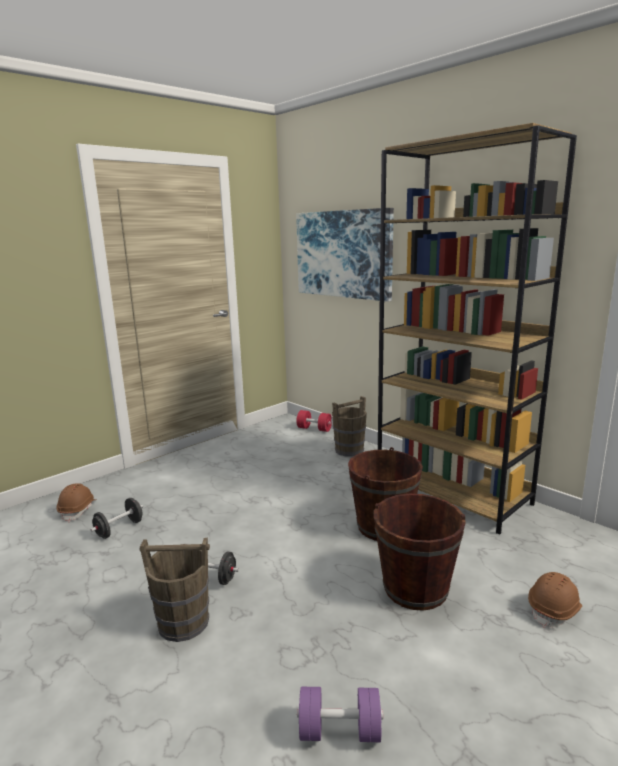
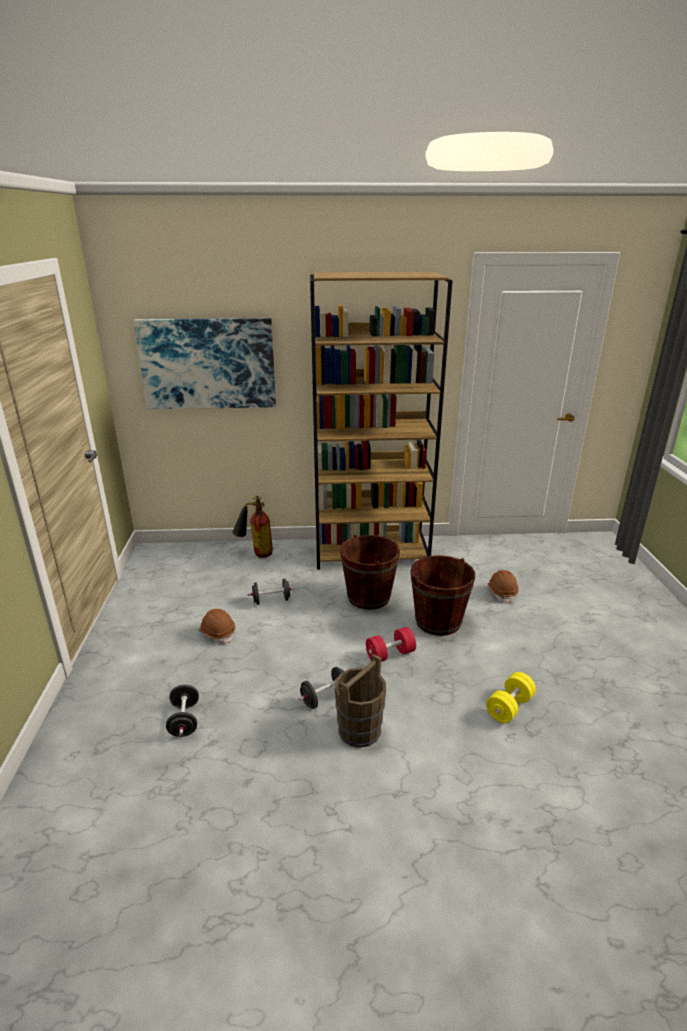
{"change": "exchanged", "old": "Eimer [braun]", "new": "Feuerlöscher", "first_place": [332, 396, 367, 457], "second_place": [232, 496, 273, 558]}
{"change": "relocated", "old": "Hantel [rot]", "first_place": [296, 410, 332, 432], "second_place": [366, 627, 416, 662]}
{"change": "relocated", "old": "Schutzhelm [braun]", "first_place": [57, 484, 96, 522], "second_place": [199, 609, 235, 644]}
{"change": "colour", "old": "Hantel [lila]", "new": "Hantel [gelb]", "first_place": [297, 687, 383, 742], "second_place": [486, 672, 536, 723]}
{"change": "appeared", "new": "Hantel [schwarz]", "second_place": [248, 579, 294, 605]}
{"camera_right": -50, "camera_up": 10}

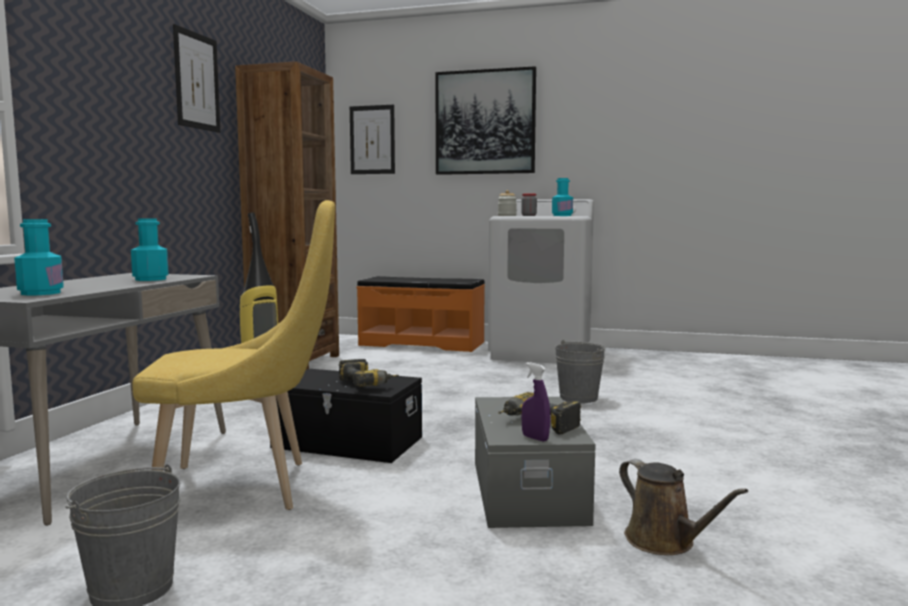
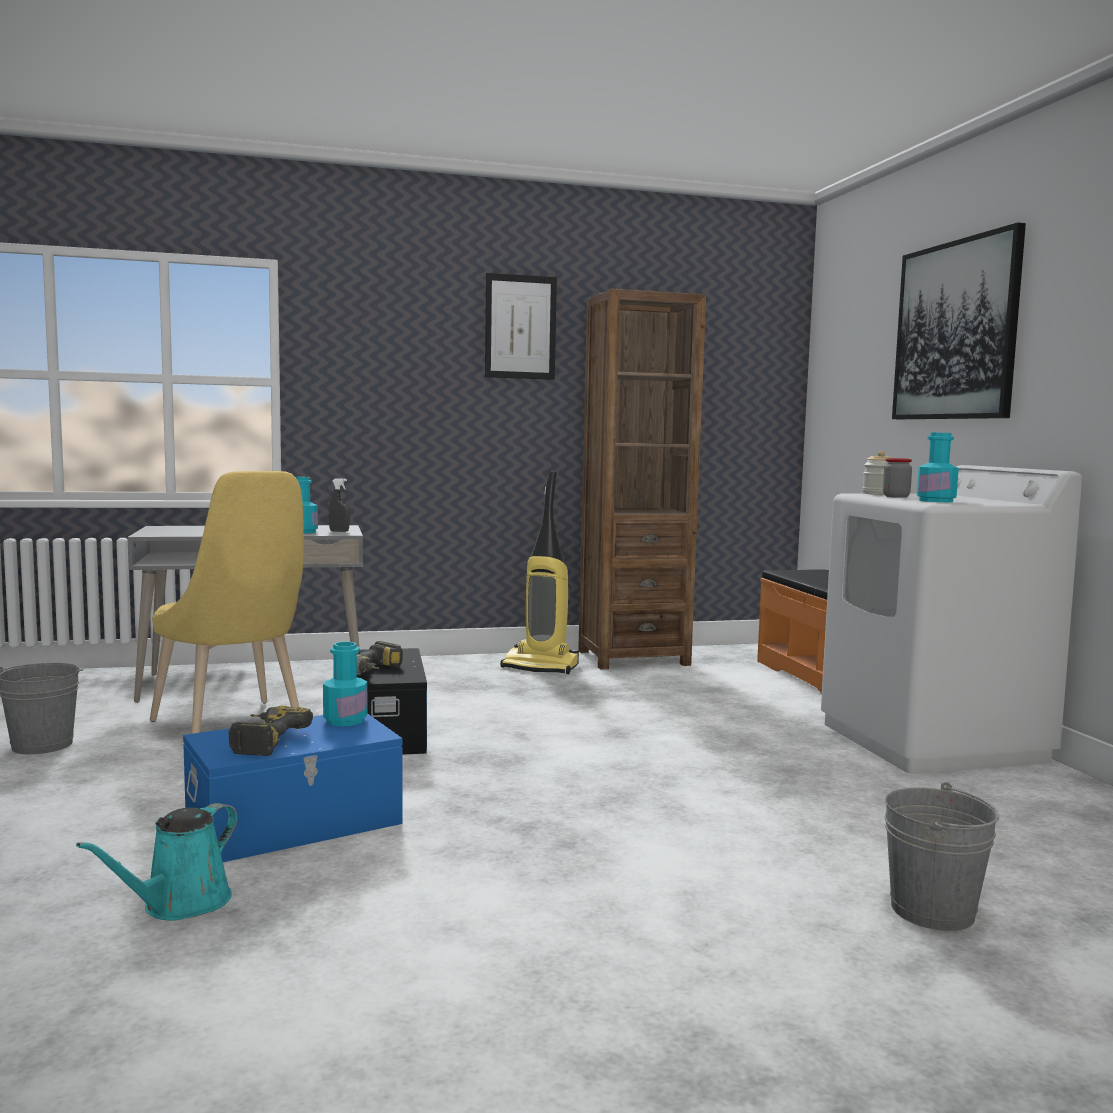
{"change": "missing", "old": "Bild", "first_place": [350, 105, 395, 174]}
{"change": "relocated", "old": "Flasche [türkis]", "first_place": [14, 219, 64, 296], "second_place": [323, 642, 367, 726]}
{"change": "relocated", "old": "Eimer [grau]", "first_place": [555, 340, 606, 403], "second_place": [885, 782, 999, 931]}
{"change": "missing", "old": "Sprühflasche [lila]", "first_place": [521, 362, 550, 441]}
{"change": "colour", "old": "Aufbewahrungsbox [grau]", "new": "Aufbewahrungsbox [blau]", "first_place": [475, 397, 596, 528], "second_place": [183, 713, 402, 862]}
{"change": "colour", "old": "Gießkanne [braun]", "new": "Gießkanne [türkis]", "first_place": [619, 459, 748, 555], "second_place": [76, 803, 238, 921]}
{"change": "appeared", "new": "Sprühflasche [grau]", "second_place": [329, 478, 350, 532]}
{"camera_right": 60, "camera_up": 0}

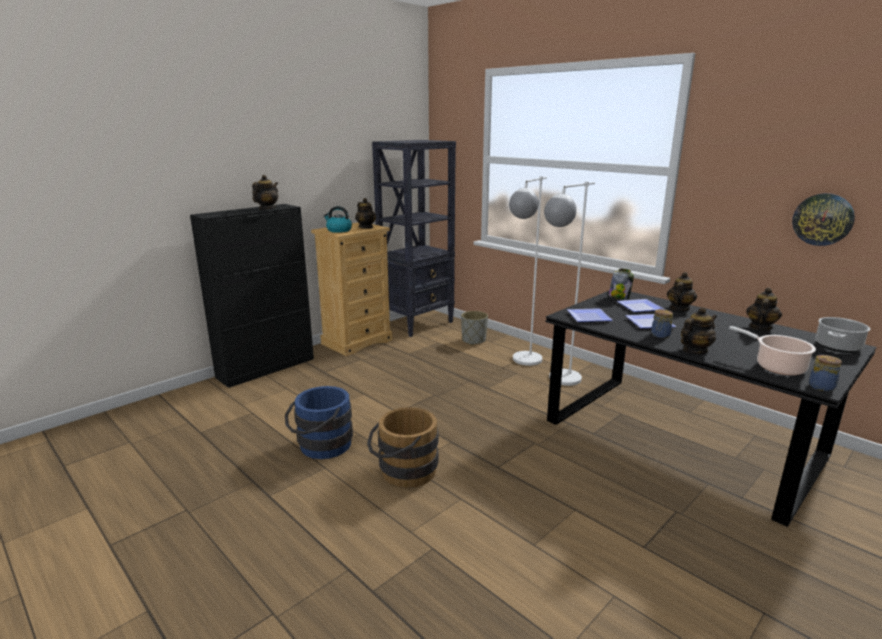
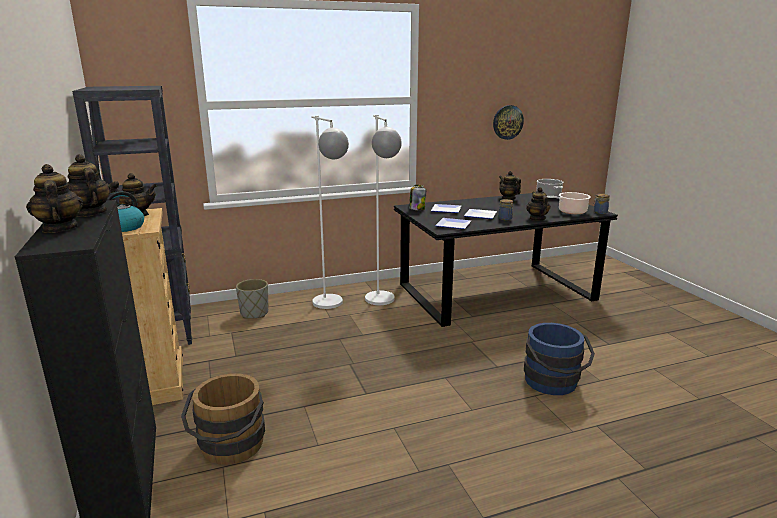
{"change": "relocated", "old": "Teekanne", "first_place": [667, 272, 697, 311], "second_place": [26, 164, 83, 233]}
{"change": "relocated", "old": "Eimer [blau]", "first_place": [285, 386, 353, 459], "second_place": [524, 323, 595, 395]}
{"change": "relocated", "old": "Eimer [braun]", "first_place": [367, 407, 439, 488], "second_place": [181, 374, 265, 465]}
{"camera_right": -65, "camera_up": 0}

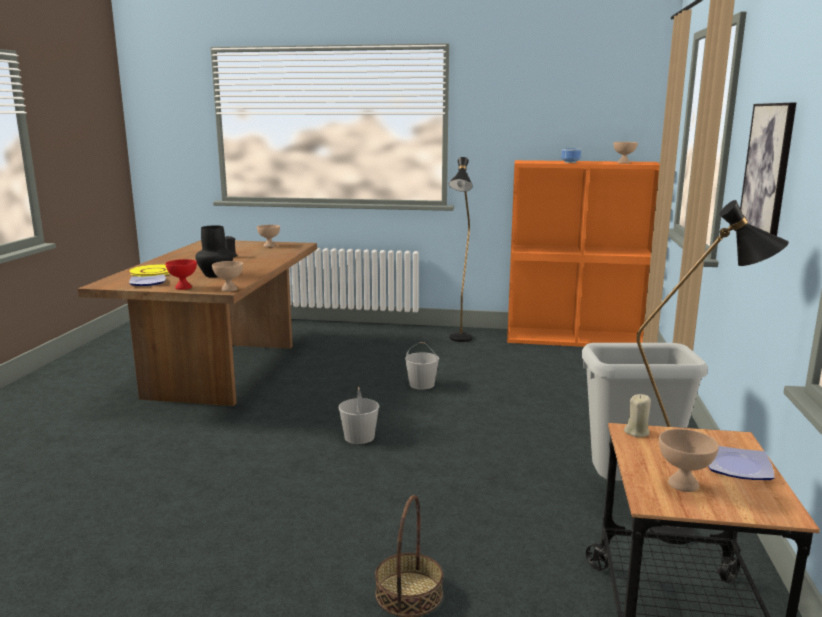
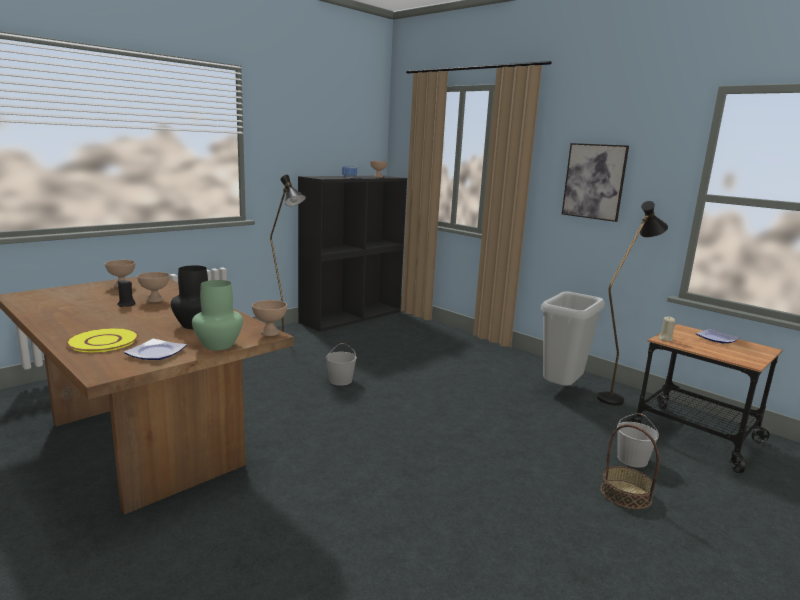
{"change": "colour", "old": "Bücherregal [orange]", "new": "Bücherregal [schwarz]", "first_place": [507, 160, 660, 347], "second_place": [298, 176, 407, 332]}
{"change": "exchanged", "old": "Schüssel [rot]", "new": "Vase [grün]", "first_place": [165, 259, 197, 290], "second_place": [192, 280, 243, 350]}
{"change": "relocated", "old": "Eimer [weiß]", "first_place": [338, 387, 379, 444], "second_place": [617, 413, 659, 468]}
{"change": "relocated", "old": "Schüssel [beige]", "first_place": [659, 429, 719, 492], "second_place": [137, 272, 170, 302]}
{"camera_right": -55, "camera_up": 0}

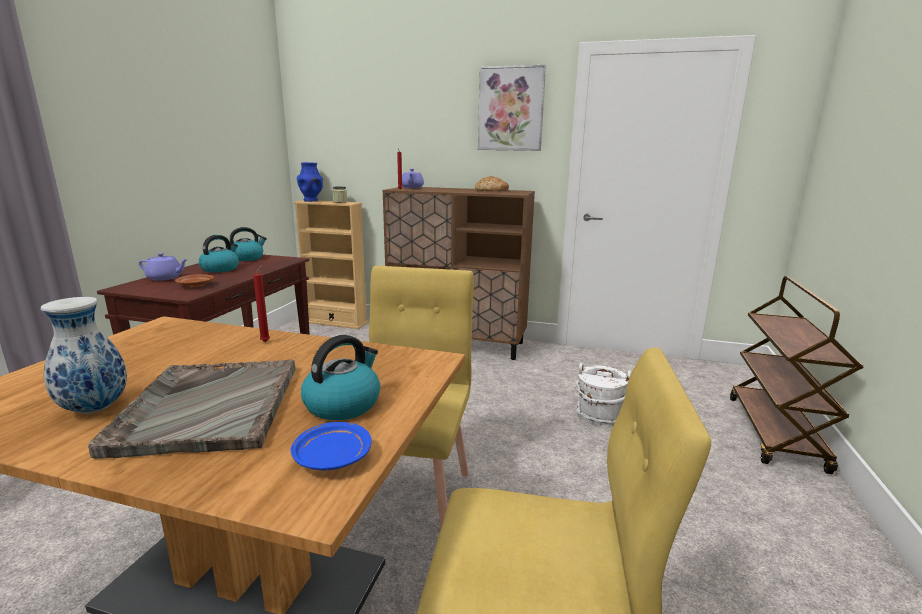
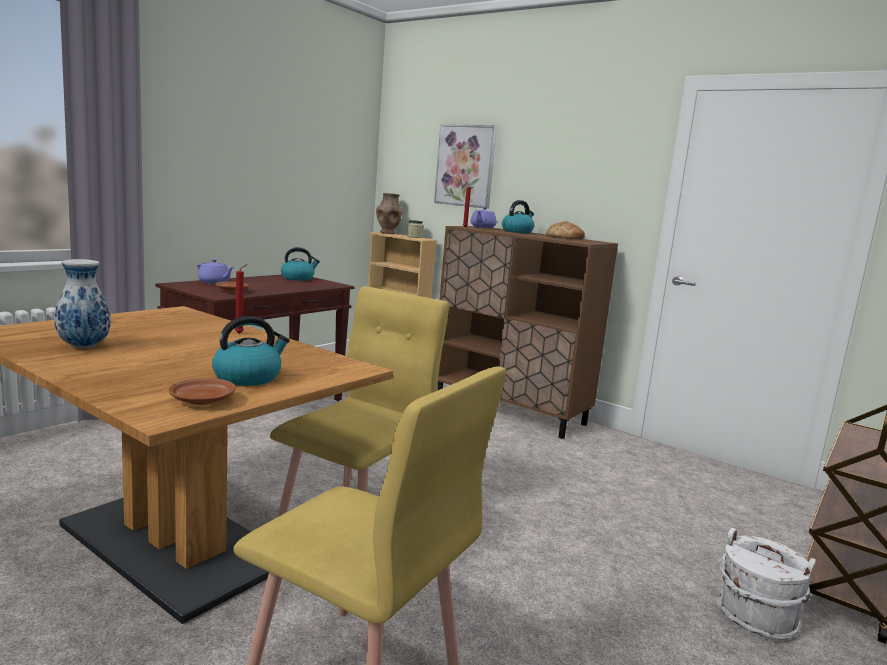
{"change": "relocated", "old": "Bild", "first_place": [478, 65, 546, 151], "second_place": [434, 124, 497, 209]}
{"change": "colour", "old": "Vase [blau]", "new": "Vase [braun]", "first_place": [297, 162, 323, 202], "second_place": [376, 193, 403, 234]}
{"change": "relocated", "old": "Wasserkessel", "first_place": [199, 235, 239, 273], "second_place": [502, 200, 535, 233]}
{"change": "missing", "old": "Tablett [grau]", "first_place": [88, 359, 296, 459]}
{"change": "relocated", "old": "Eimer [weiß]", "first_place": [575, 363, 631, 425], "second_place": [717, 528, 816, 641]}
{"change": "colour", "old": "Teller [blau]", "new": "Teller [braun]", "first_place": [291, 422, 372, 470], "second_place": [169, 378, 236, 405]}
{"camera_right": 20, "camera_up": -5}

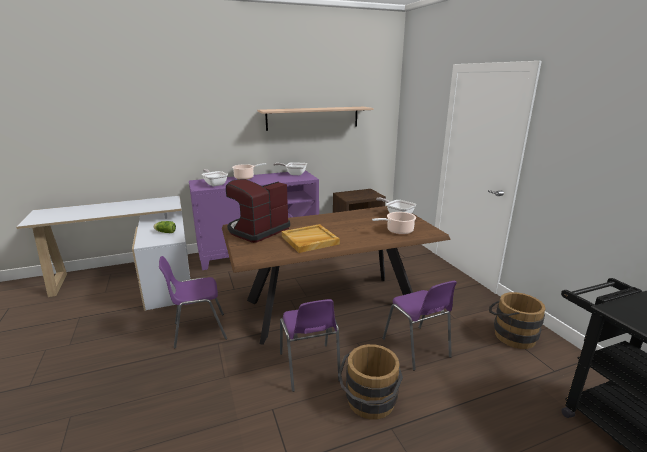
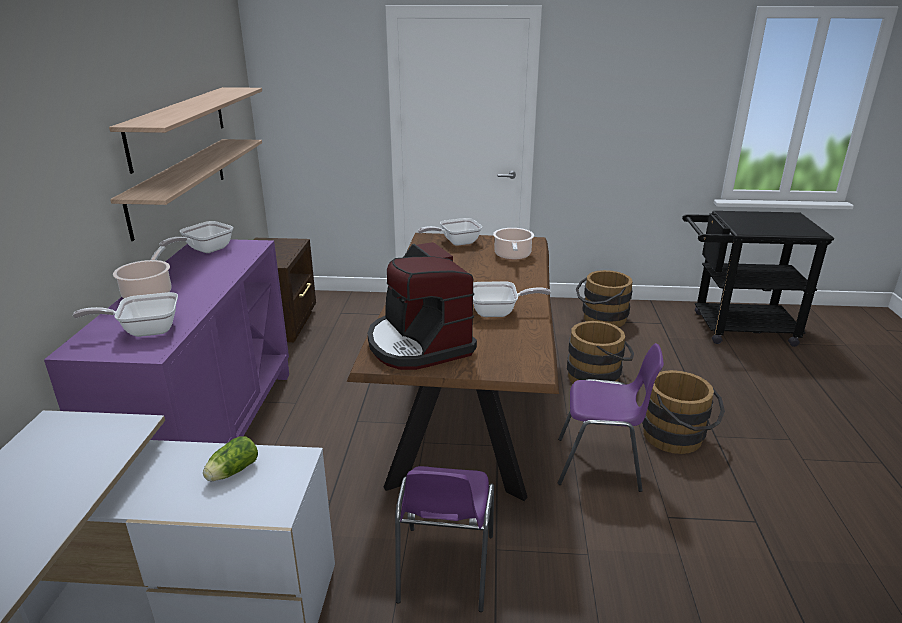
{"change": "exchanged", "old": "Tablett [beige]", "new": "Pfanne", "first_place": [282, 224, 340, 253], "second_place": [473, 281, 551, 317]}
{"change": "exchanged", "old": "Stuhl [lila]", "new": "Eimer [braun]", "first_place": [382, 281, 457, 370], "second_place": [567, 321, 634, 383]}
{"change": "appeared", "new": "Wandregal", "second_place": [110, 139, 262, 241]}
{"camera_right": -65, "camera_up": 5}

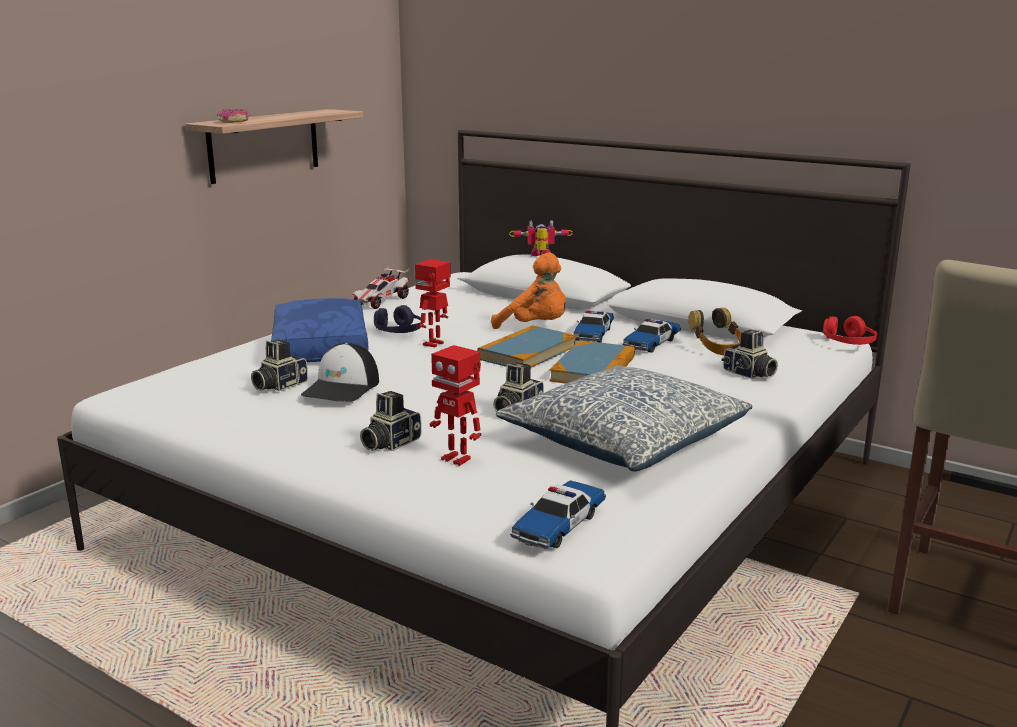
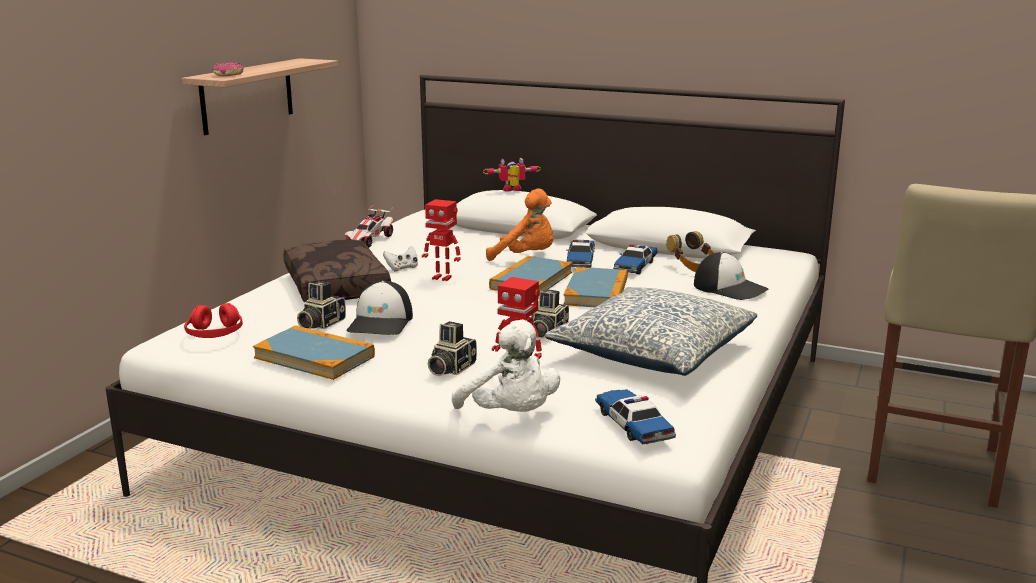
{"change": "spun", "old": "Spielzeugroboter", "first_place": [415, 259, 451, 347], "second_place": [422, 199, 461, 281], "degrees": -90}
{"change": "colour", "old": "Kissen [blau]", "new": "Kissen [braun]", "first_place": [271, 298, 368, 362], "second_place": [283, 239, 391, 302]}
{"change": "exchanged", "old": "Kopfhörer [lila]", "new": "Gamepad [weiß]", "first_place": [374, 305, 423, 333], "second_place": [383, 246, 418, 271]}
{"change": "relocated", "old": "Kopfhörer [rot]", "first_place": [823, 316, 877, 345], "second_place": [184, 303, 243, 338]}
{"change": "exchanged", "old": "Kamera", "new": "Kappe", "first_place": [721, 330, 778, 379], "second_place": [694, 252, 768, 300]}
{"change": "spun", "old": "Spielzeugauto", "first_place": [510, 480, 606, 549], "second_place": [595, 389, 676, 444], "degrees": 135}
{"change": "appeared", "new": "Plüschtier [weiß]", "second_place": [452, 320, 560, 412]}
{"change": "appeared", "new": "Buch", "second_place": [253, 325, 375, 380]}
{"camera_right": -10, "camera_up": 0}

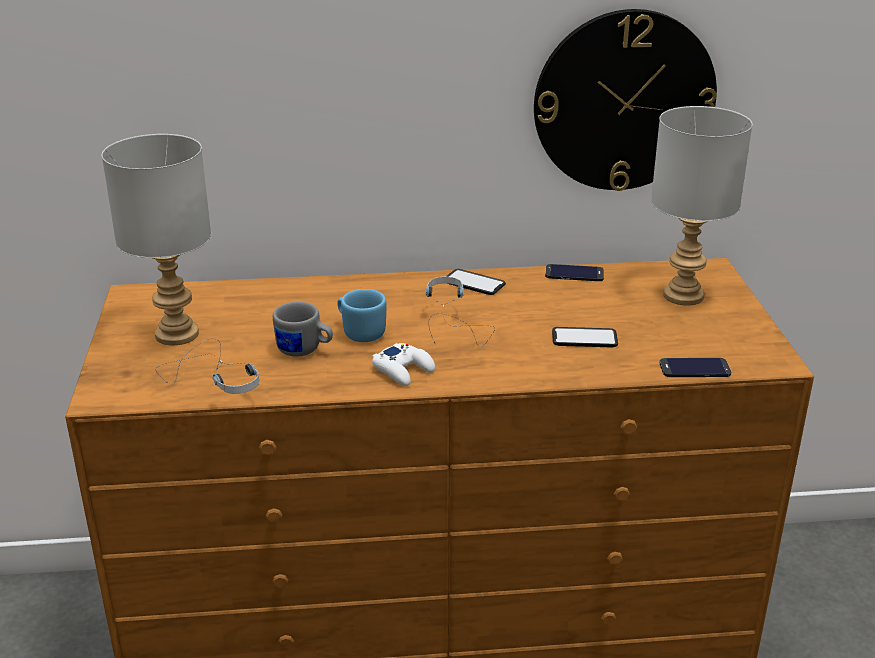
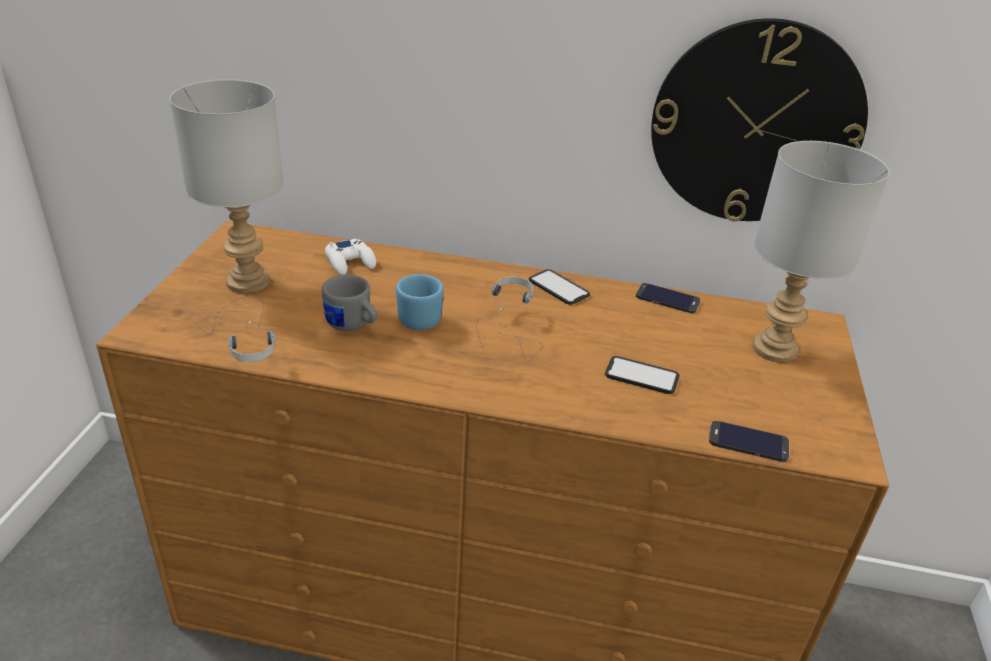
{"change": "relocated", "old": "Gamepad [weiß]", "first_place": [372, 343, 435, 386], "second_place": [325, 239, 376, 275]}
{"camera_right": 15, "camera_up": 5}

